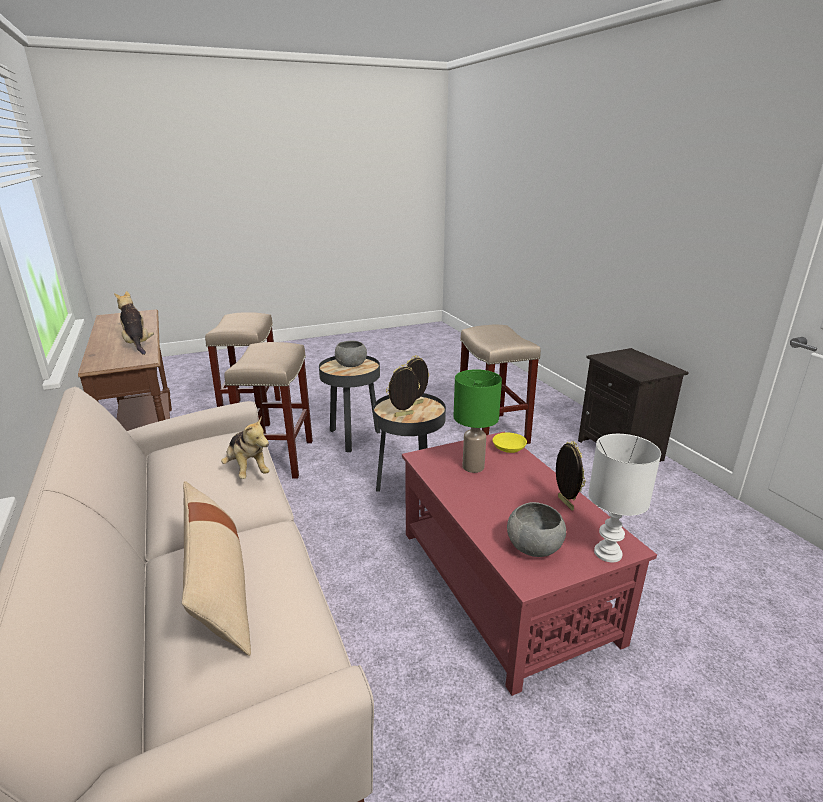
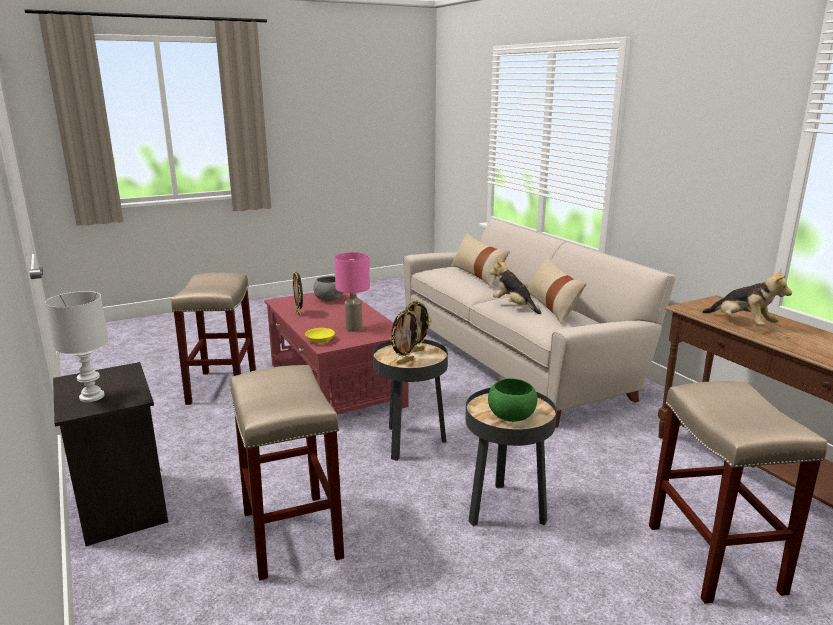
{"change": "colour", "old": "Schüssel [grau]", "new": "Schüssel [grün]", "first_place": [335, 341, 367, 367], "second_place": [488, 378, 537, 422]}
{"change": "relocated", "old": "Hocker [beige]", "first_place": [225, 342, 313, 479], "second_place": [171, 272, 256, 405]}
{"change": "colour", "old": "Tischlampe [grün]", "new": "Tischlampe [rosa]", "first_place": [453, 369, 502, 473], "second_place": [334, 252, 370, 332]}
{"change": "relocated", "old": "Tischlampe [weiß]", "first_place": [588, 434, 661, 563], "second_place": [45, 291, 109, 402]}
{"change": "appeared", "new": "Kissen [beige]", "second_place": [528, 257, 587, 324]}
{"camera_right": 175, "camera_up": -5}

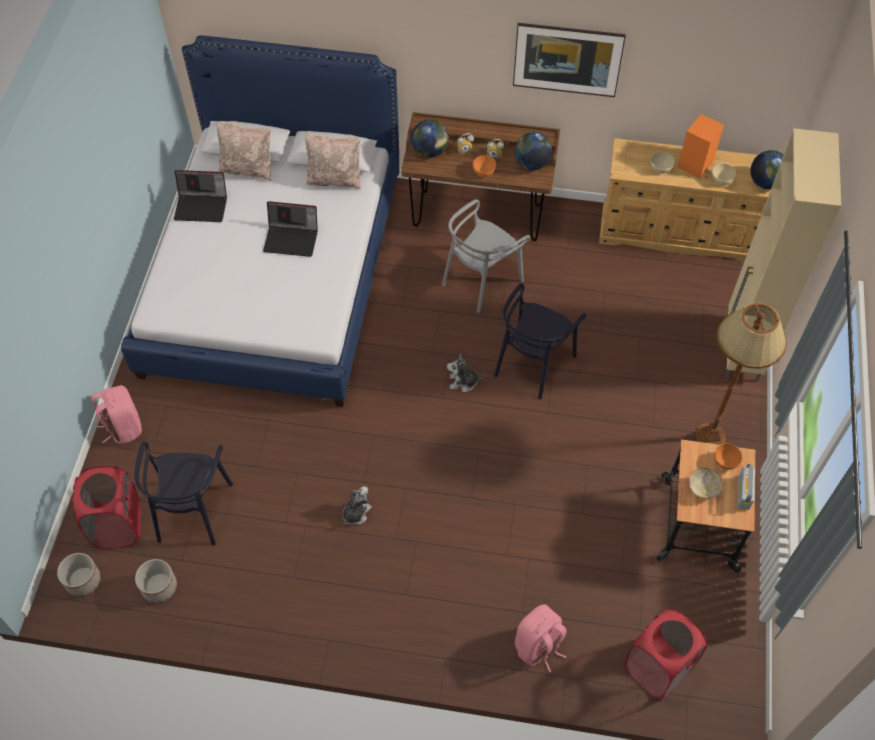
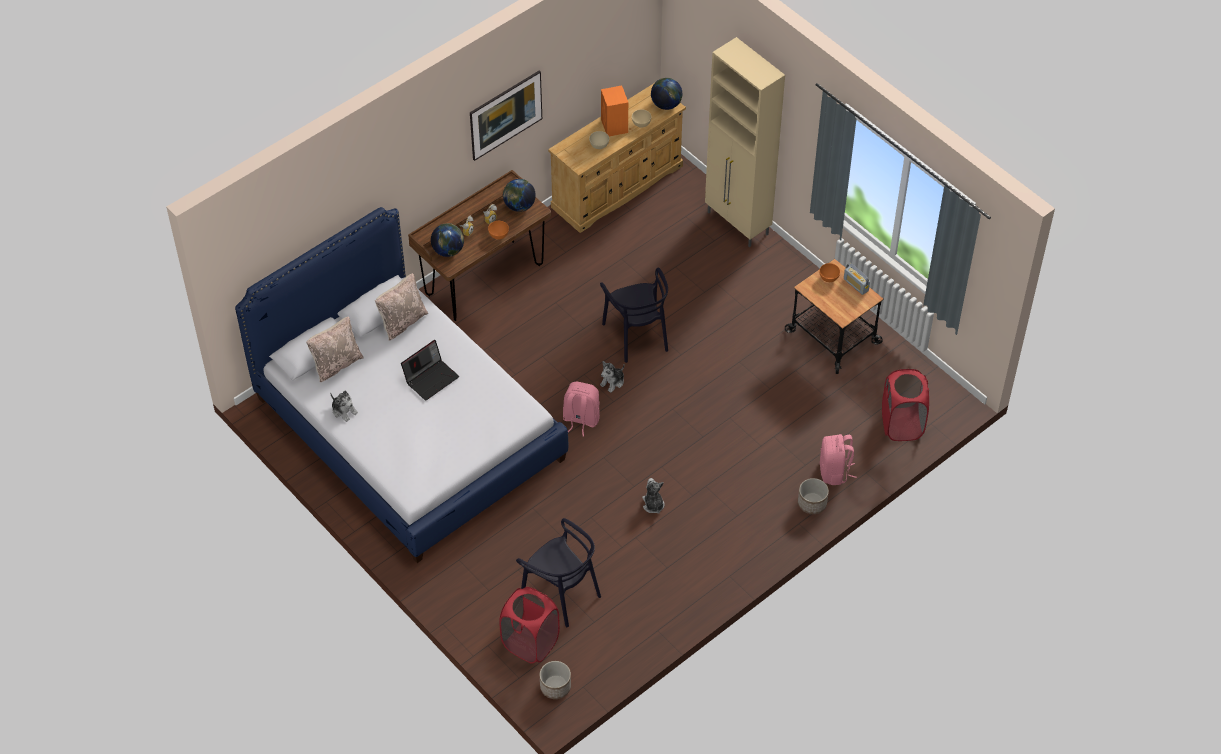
{"change": "exchanged", "old": "Laptop", "new": "Plüschtier", "first_place": [174, 170, 227, 222], "second_place": [330, 391, 358, 422]}
{"change": "missing", "old": "Stuhl [grau]", "first_place": [442, 199, 530, 313]}
{"change": "missing", "old": "Stehlampe [braun]", "first_place": [696, 303, 787, 445]}
{"change": "relocated", "old": "Rucksack [rosa]", "first_place": [92, 385, 142, 444], "second_place": [563, 382, 600, 437]}
{"change": "missing", "old": "Schüssel", "first_place": [689, 468, 723, 499]}
{"change": "relocated", "old": "Pflanzkübel", "first_place": [135, 559, 177, 603], "second_place": [798, 478, 829, 514]}
{"camera_right": -50, "camera_up": -5}

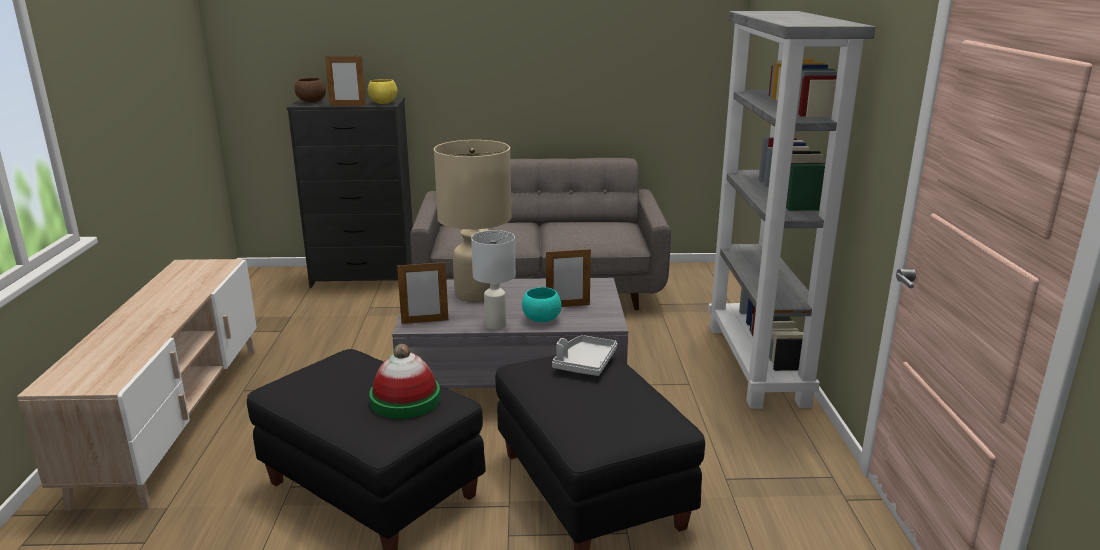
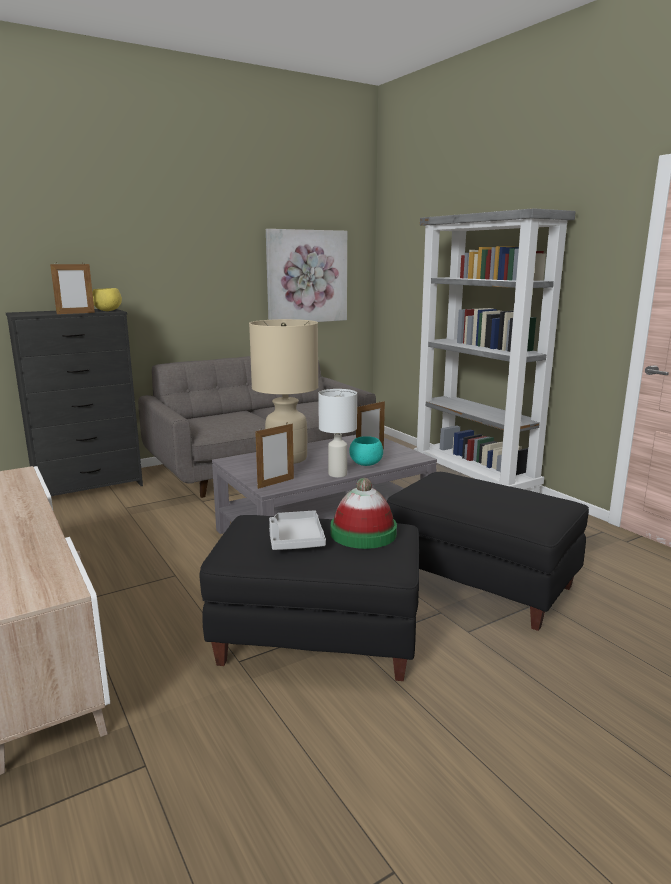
{"change": "missing", "old": "Schüssel [braun]", "first_place": [295, 78, 326, 103]}
{"change": "relocated", "old": "Tablett [grau]", "first_place": [552, 335, 617, 376], "second_place": [269, 510, 326, 550]}
{"change": "appeared", "new": "Bild", "second_place": [266, 229, 347, 322]}
{"camera_right": -30, "camera_up": -5}

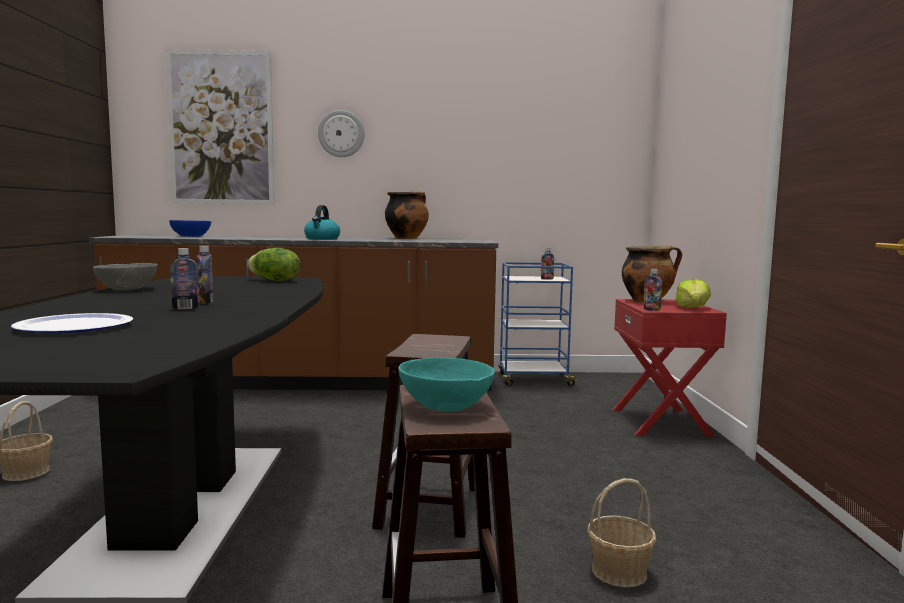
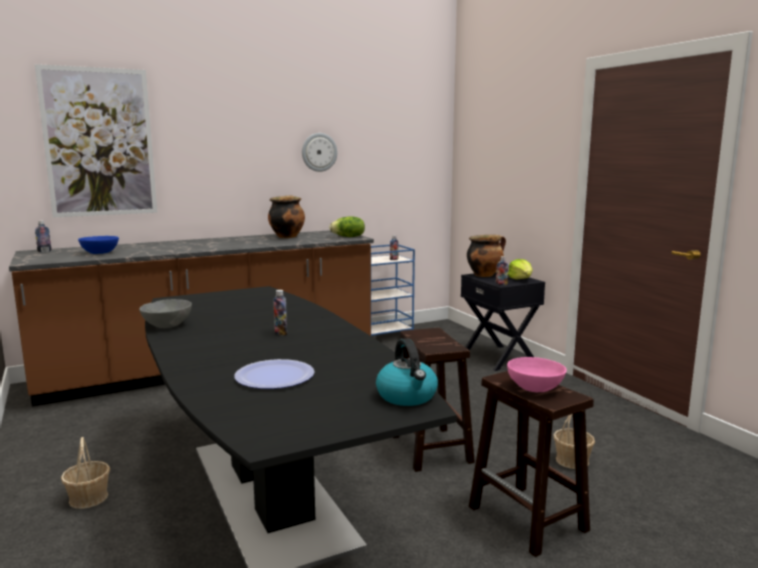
{"change": "relocated", "old": "Wanduhr", "first_place": [318, 110, 364, 157], "second_place": [302, 133, 337, 172]}
{"change": "relocated", "old": "Wasserkessel", "first_place": [304, 205, 340, 240], "second_place": [376, 338, 438, 406]}
{"change": "relocated", "old": "Flasche", "first_place": [170, 248, 200, 310], "second_place": [35, 221, 52, 253]}
{"change": "relocated", "old": "Salatkopf", "first_place": [247, 248, 300, 281], "second_place": [329, 216, 365, 237]}
{"change": "colour", "old": "Nachttisch [rot]", "new": "Nachttisch [schwarz]", "first_place": [612, 299, 727, 436], "second_place": [461, 272, 545, 371]}
{"change": "colour", "old": "Schüssel [türkis]", "new": "Schüssel [rosa]", "first_place": [398, 358, 495, 412], "second_place": [507, 357, 567, 392]}
{"camera_right": -25, "camera_up": 5}

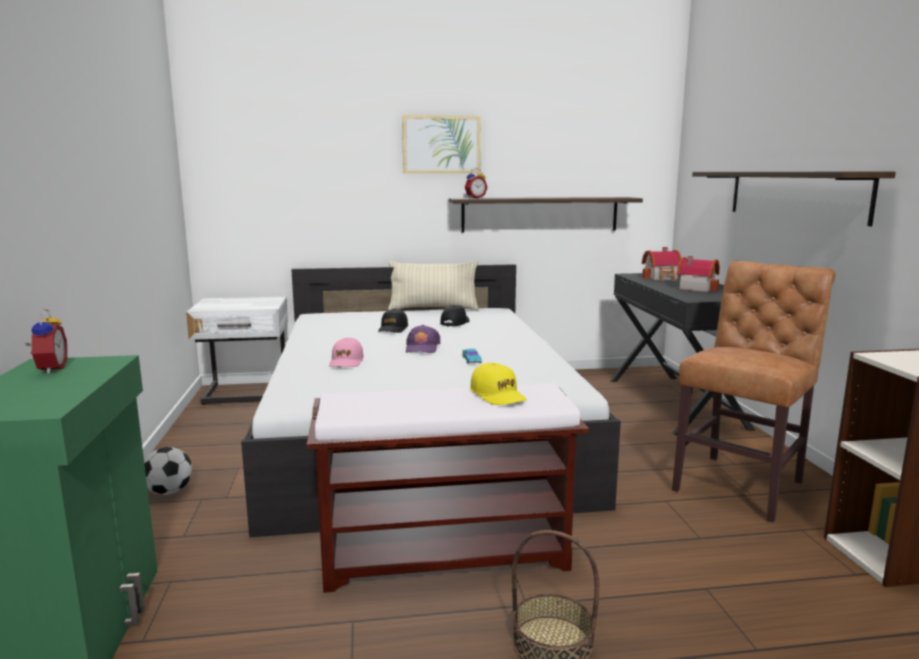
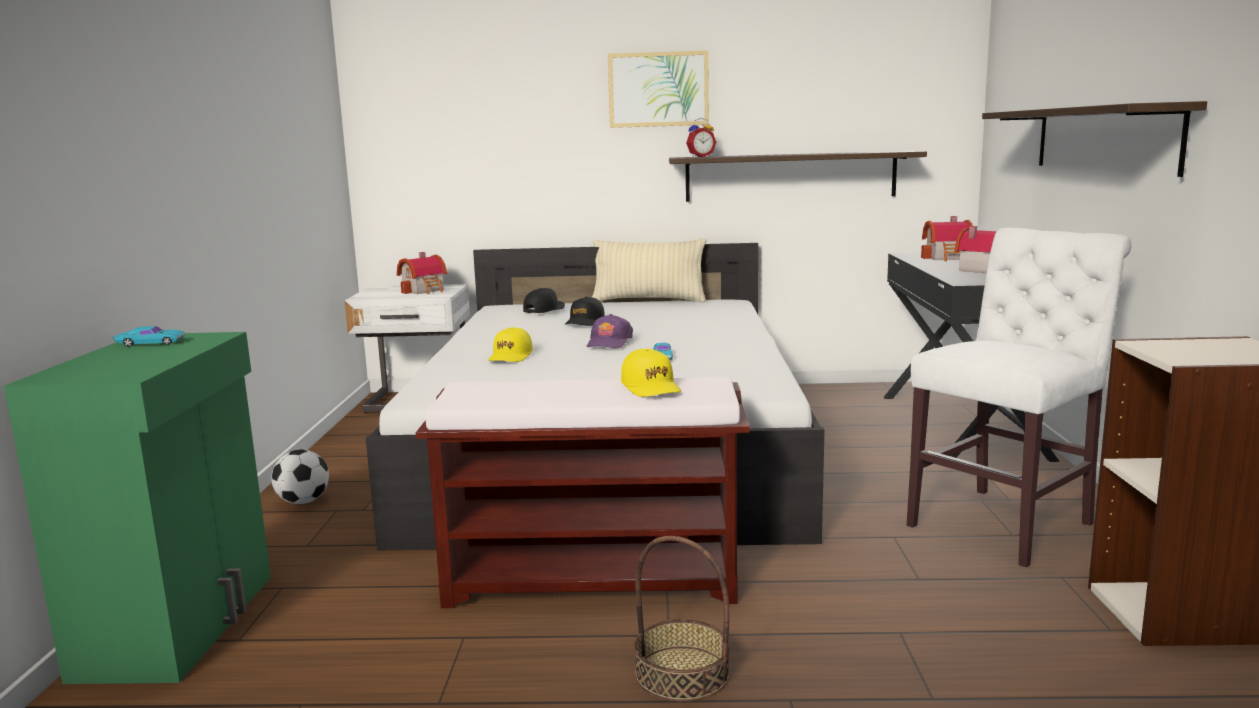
{"change": "colour", "old": "Stuhl [braun]", "new": "Stuhl [weiß]", "first_place": [672, 261, 836, 523], "second_place": [907, 228, 1131, 568]}
{"change": "relocated", "old": "Kappe [schwarz]", "first_place": [440, 305, 470, 326], "second_place": [523, 288, 565, 313]}
{"change": "exchanged", "old": "Wecker", "new": "Spielzeugauto [türkis]", "first_place": [26, 309, 67, 374], "second_place": [113, 326, 185, 347]}
{"change": "colour", "old": "Kappe [rosa]", "new": "Kappe [gelb]", "first_place": [329, 338, 364, 367], "second_place": [488, 327, 533, 362]}
{"change": "appeared", "new": "Spielzeughaus", "second_place": [397, 252, 447, 294]}
{"camera_right": 10, "camera_up": 0}

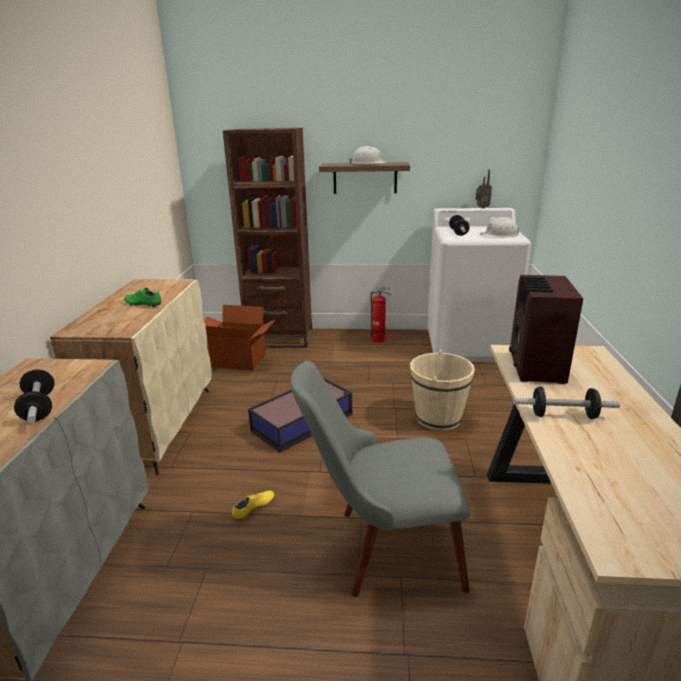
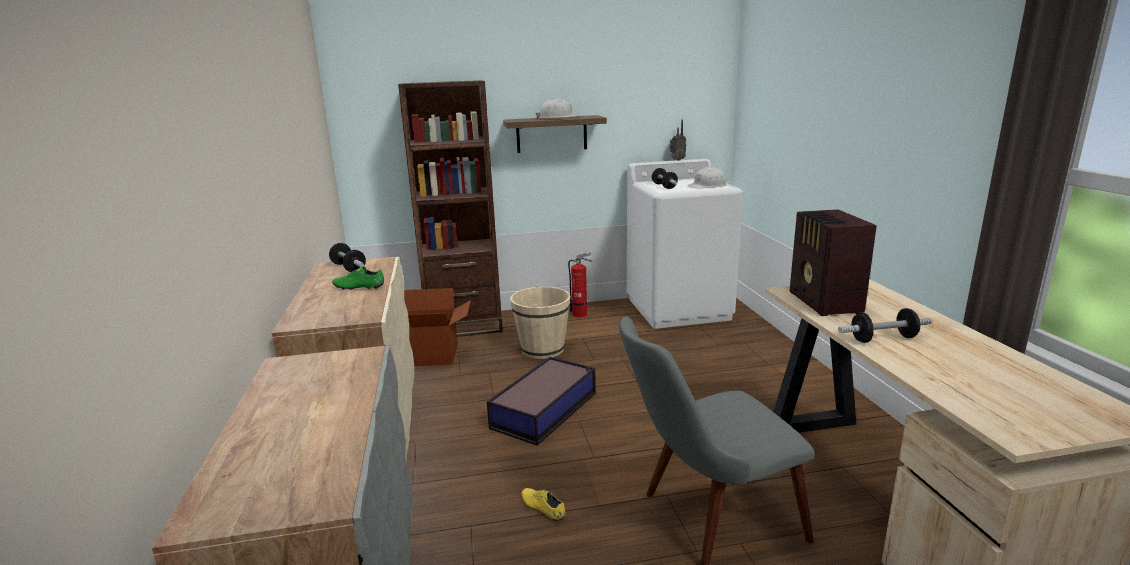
{"change": "relocated", "old": "Eimer [beige]", "first_place": [410, 350, 475, 431], "second_place": [510, 284, 571, 359]}
{"change": "relocated", "old": "Hantel", "first_place": [14, 369, 54, 423], "second_place": [329, 243, 366, 272]}
{"change": "spun", "old": "Schuh [gelb]", "first_place": [232, 491, 275, 520], "second_place": [522, 488, 565, 522], "degrees": -75}
{"camera_right": -15, "camera_up": -5}

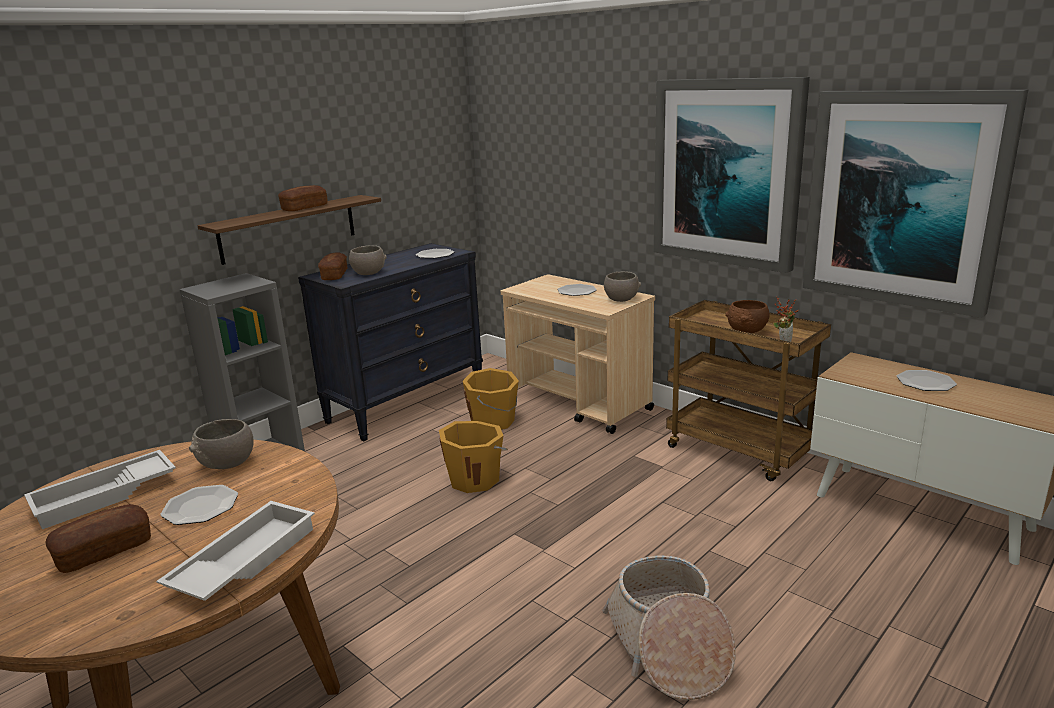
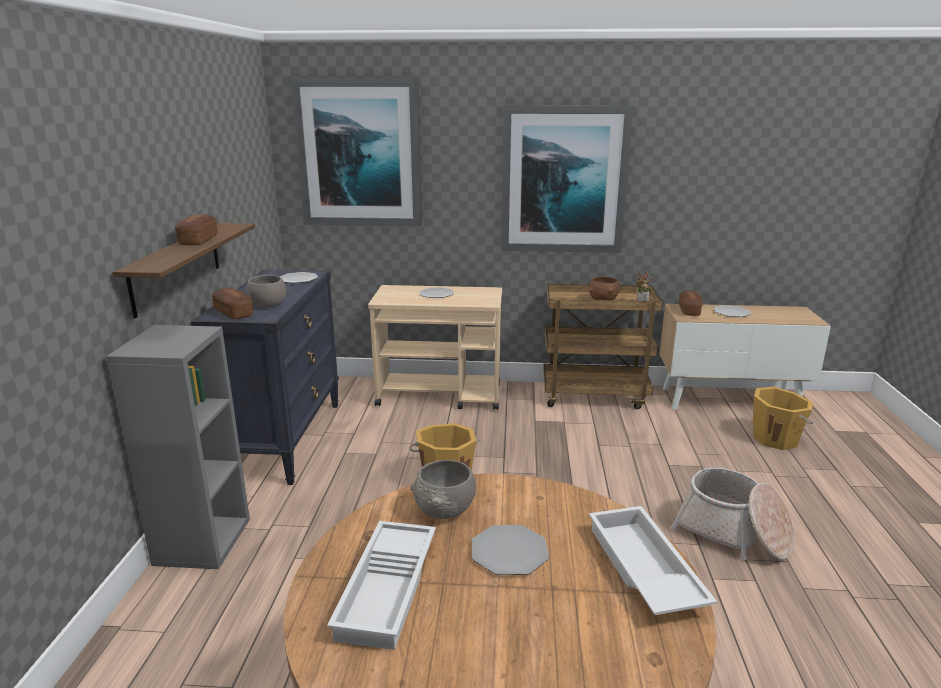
{"change": "relocated", "old": "Bild", "first_place": [803, 89, 1028, 318], "second_place": [290, 78, 422, 226]}
{"change": "missing", "old": "Schüssel [grau]", "first_place": [604, 271, 641, 302]}
{"change": "relocated", "old": "Eimer [orange]", "first_place": [462, 368, 519, 430], "second_place": [753, 387, 813, 450]}
{"change": "relocated", "old": "Brot", "first_place": [45, 504, 151, 573], "second_place": [679, 291, 703, 316]}
{"camera_right": -40, "camera_up": 0}

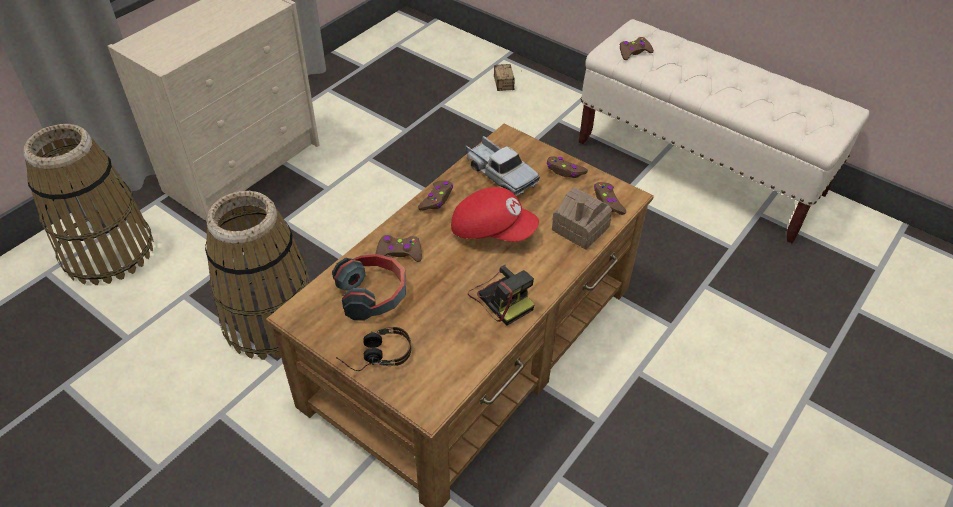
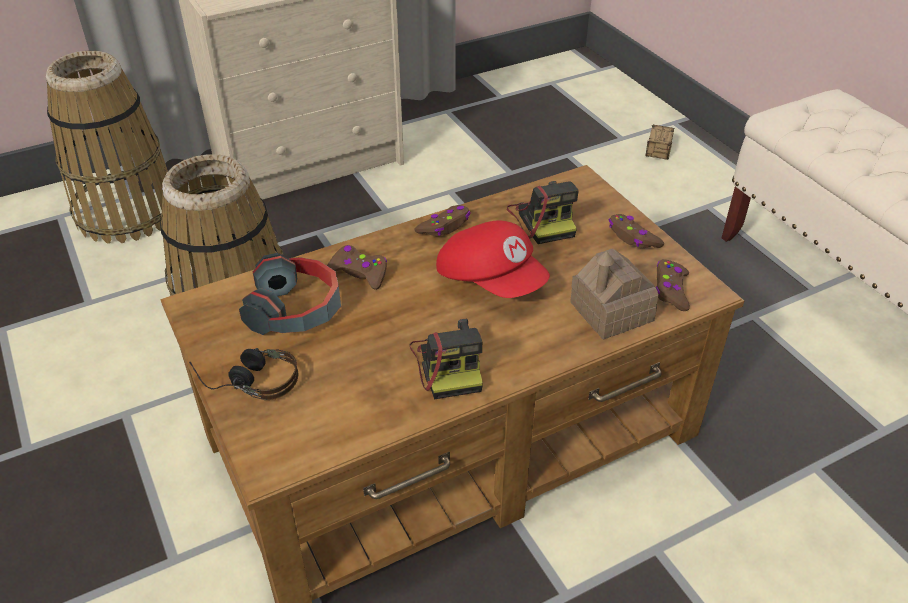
{"change": "missing", "old": "Gamepad [braun]", "first_place": [620, 37, 654, 60]}
{"change": "exchanged", "old": "Spielzeuglaster", "new": "Kamera", "first_place": [466, 136, 540, 196], "second_place": [507, 181, 579, 244]}
{"camera_right": 25, "camera_up": -5}

